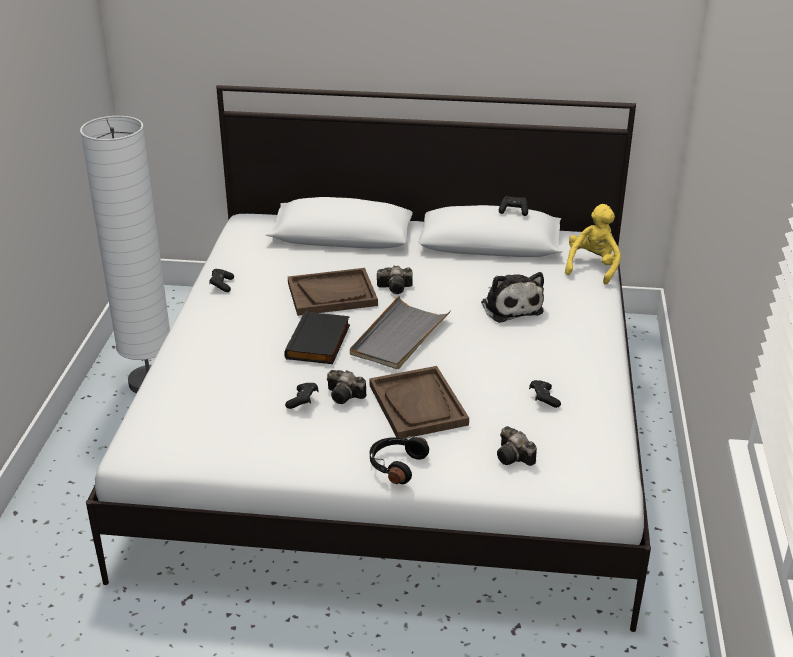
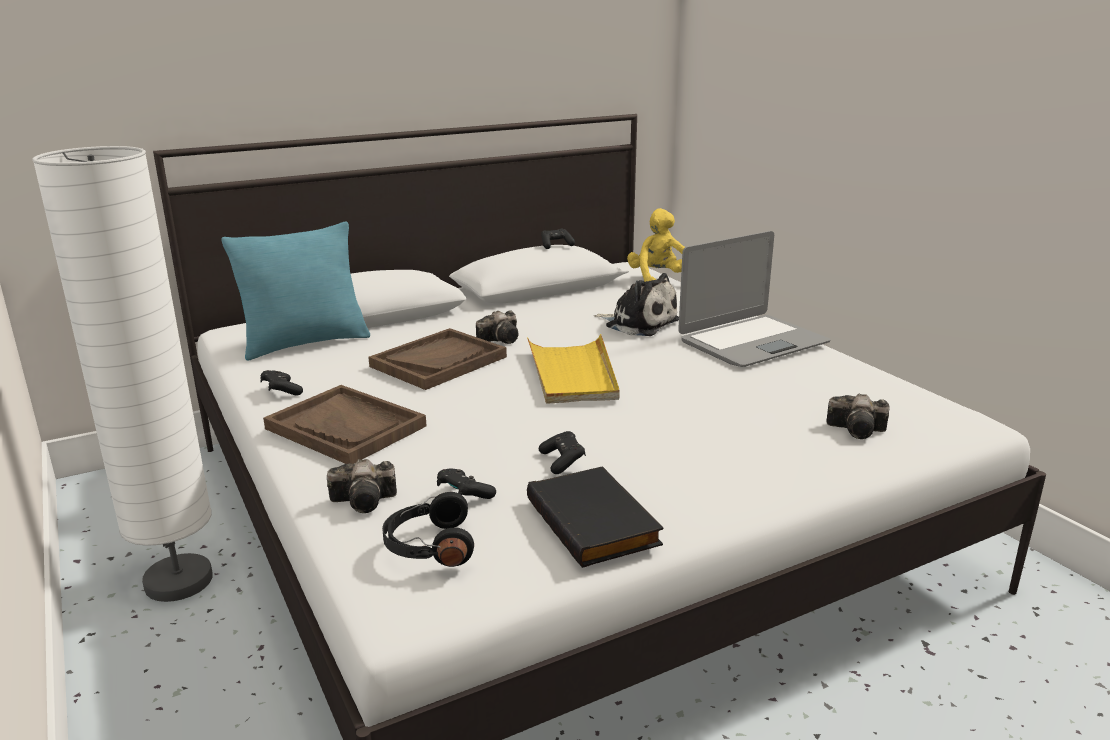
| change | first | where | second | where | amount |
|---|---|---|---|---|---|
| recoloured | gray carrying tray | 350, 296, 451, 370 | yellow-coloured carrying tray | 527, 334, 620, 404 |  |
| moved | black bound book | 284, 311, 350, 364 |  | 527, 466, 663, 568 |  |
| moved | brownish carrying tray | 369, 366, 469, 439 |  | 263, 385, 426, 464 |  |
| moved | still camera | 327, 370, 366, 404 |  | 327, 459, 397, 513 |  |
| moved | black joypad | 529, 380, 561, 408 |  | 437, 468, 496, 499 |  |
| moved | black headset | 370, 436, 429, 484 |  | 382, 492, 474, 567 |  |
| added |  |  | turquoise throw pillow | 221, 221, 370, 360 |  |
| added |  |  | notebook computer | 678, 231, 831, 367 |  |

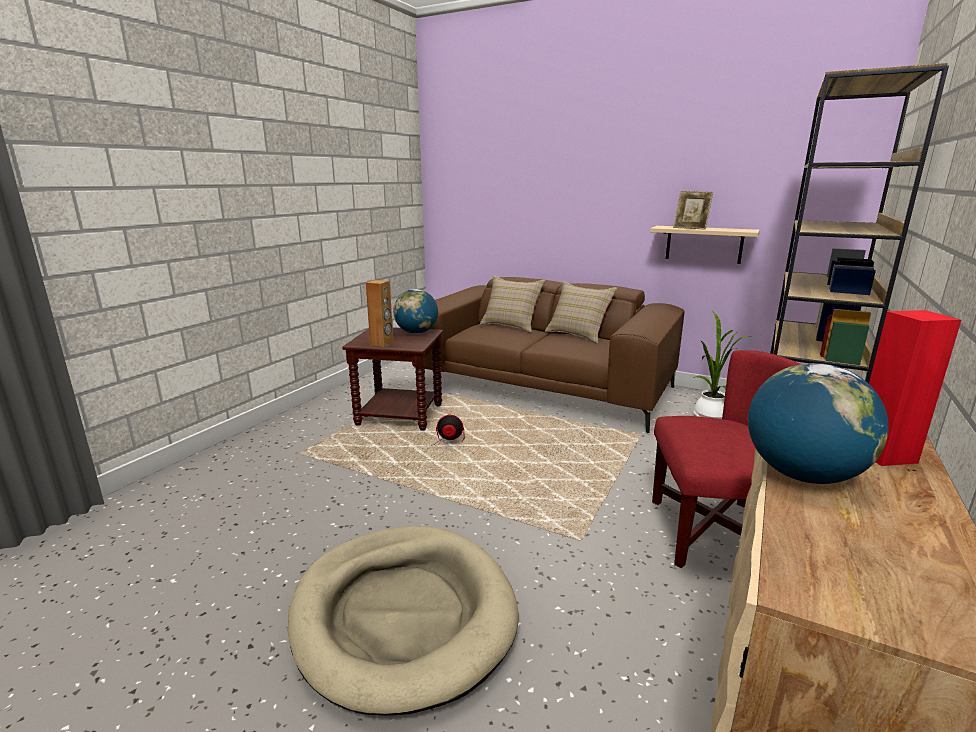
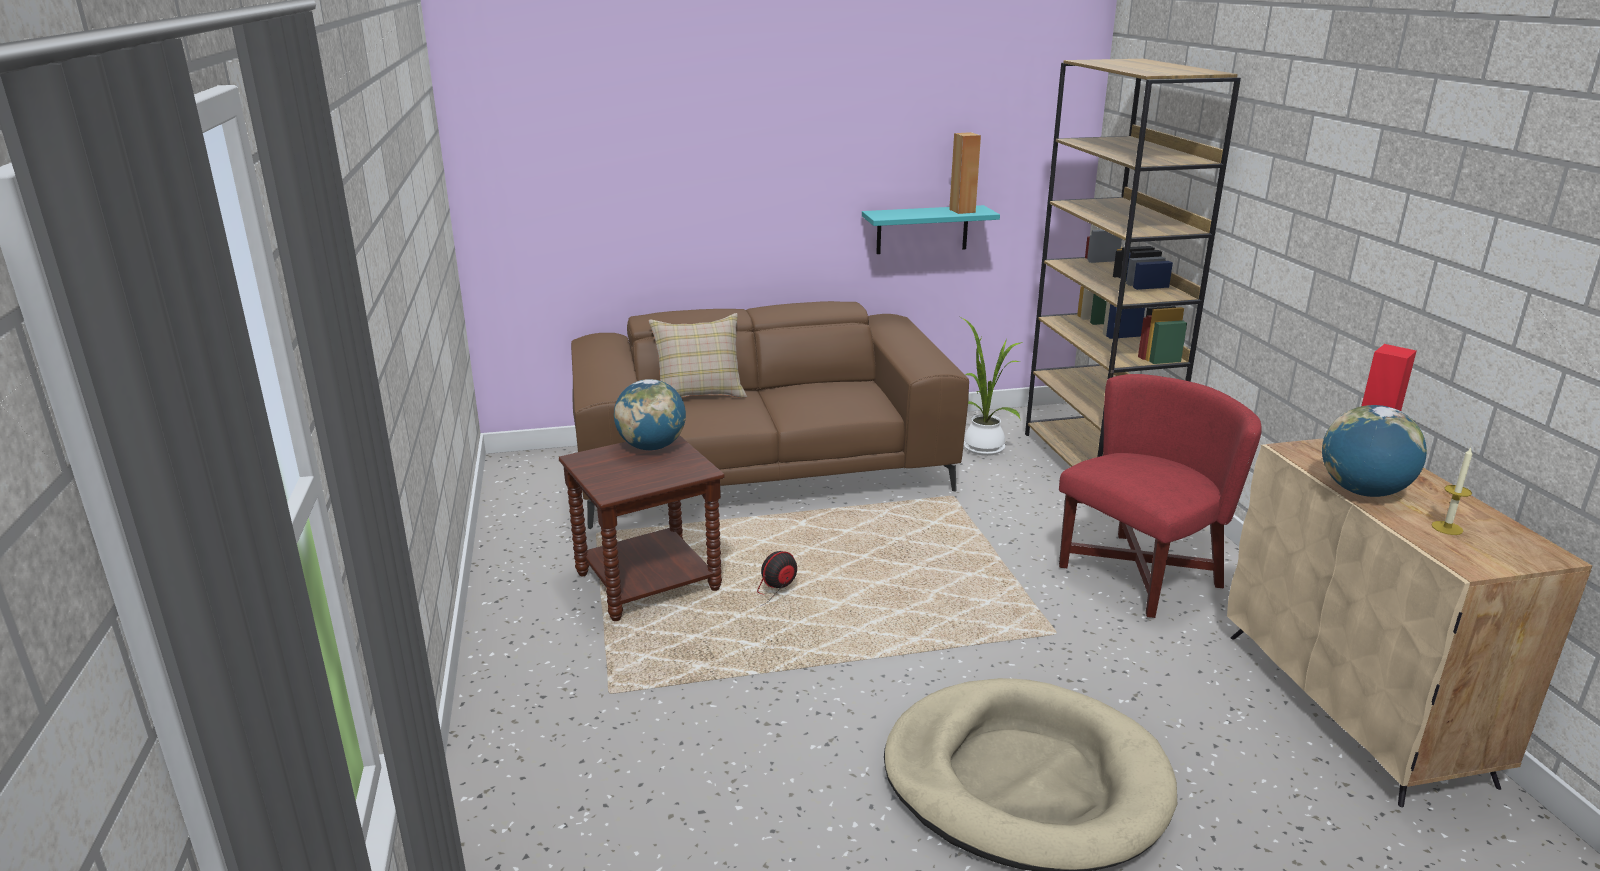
| change | first | where | second | where | amount |
|---|---|---|---|---|---|
| removed | standing frame | 673, 191, 713, 230 |  |  |  |
| recoloured | beige-coloured bracket shelf | 650, 226, 760, 264 | turquoise bracket shelf | 862, 205, 1000, 254 |  |
| moved | brownish speaker | 366, 280, 393, 347 |  | 949, 132, 981, 214 |  |
| removed | beige-coloured throw pillow | 545, 281, 617, 344 |  |  |  |
| added |  |  | wax light | 1431, 448, 1472, 535 |  |

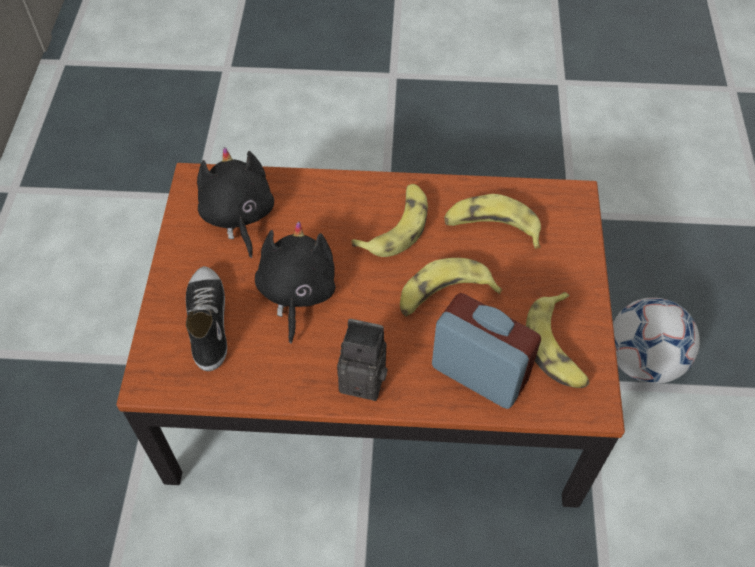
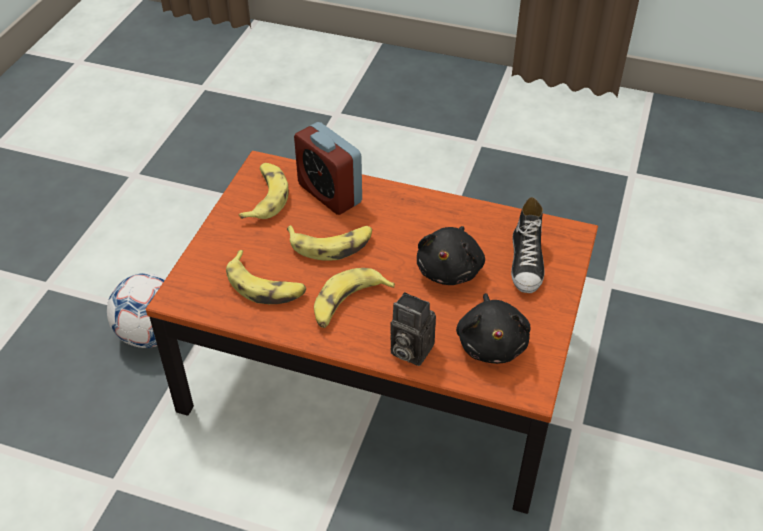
| change | first | where | second | where | amount |
|---|---|---|---|---|---|
| moved | still camera | 337, 319, 387, 401 |  | 390, 292, 436, 366 |  |

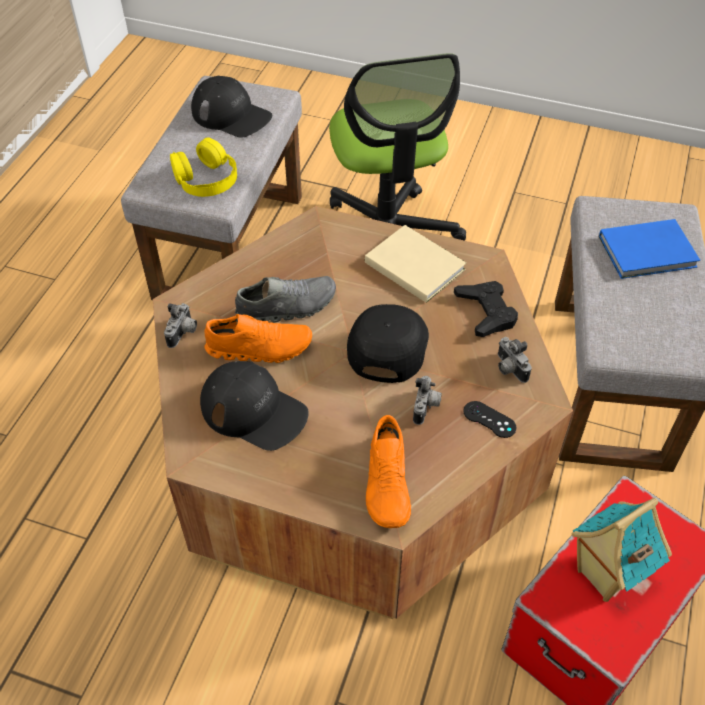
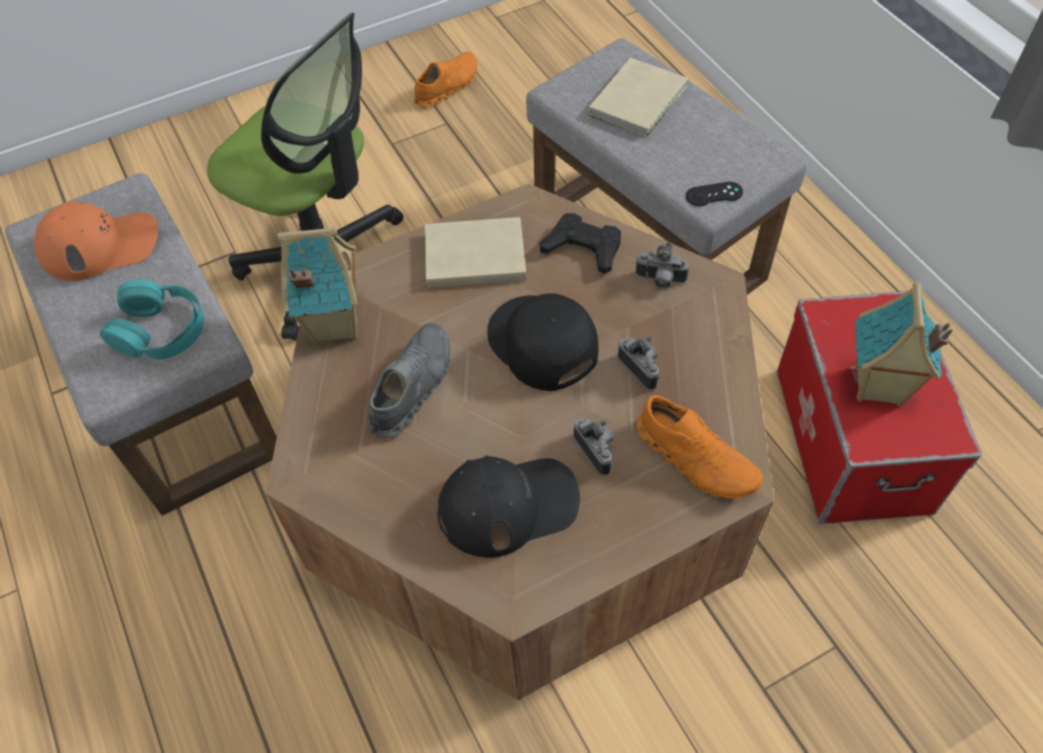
| change | first | where | second | where | amount |
|---|---|---|---|---|---|
| recoloured | black baseball cap | 191, 76, 272, 137 | orange baseball cap | 34, 201, 158, 281 |  |
| recoloured | yellow-coloured headset | 170, 137, 237, 197 | turquoise headset | 100, 279, 204, 359 |  |
| recoloured | blue-coloured bound book | 599, 219, 700, 279 | beige-coloured bound book | 589, 58, 688, 138 |  |
| moved | still camera | 164, 303, 197, 348 |  | 573, 418, 614, 476 |  |
| moved | orange shoe | 204, 314, 312, 363 |  | 414, 52, 477, 107 |  |
| moved | black joypad | 463, 401, 517, 438 |  | 686, 182, 743, 206 |  |
| added |  |  | model house | 277, 228, 359, 343 |  |

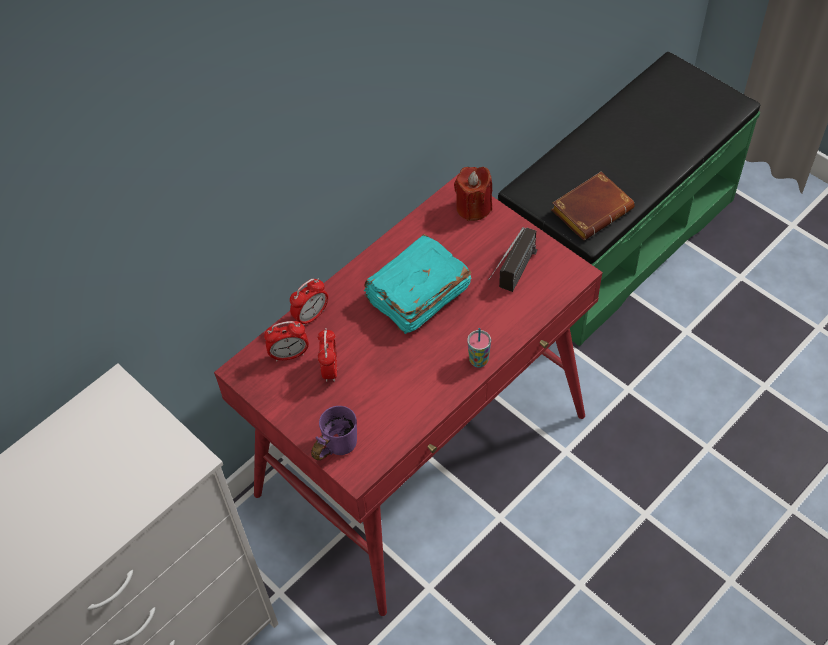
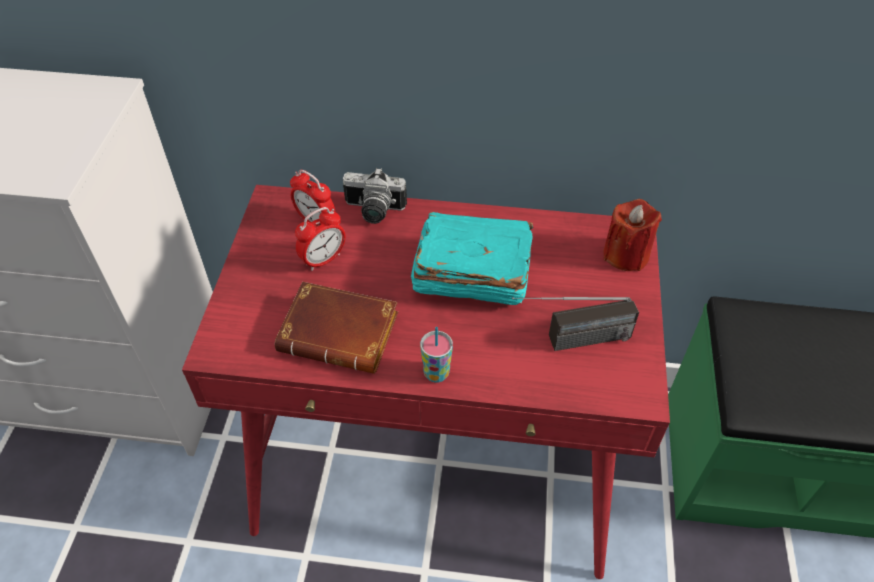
| change | first | where | second | where | amount |
|---|---|---|---|---|---|
| moved | brownish bound book | 551, 172, 634, 240 |  | 275, 282, 398, 374 |  |
| replaced | alarm clock | 290, 278, 328, 326 | still camera | 343, 168, 407, 224 |  |
| removed | purple tea mug | 311, 406, 357, 460 |  |  |  |

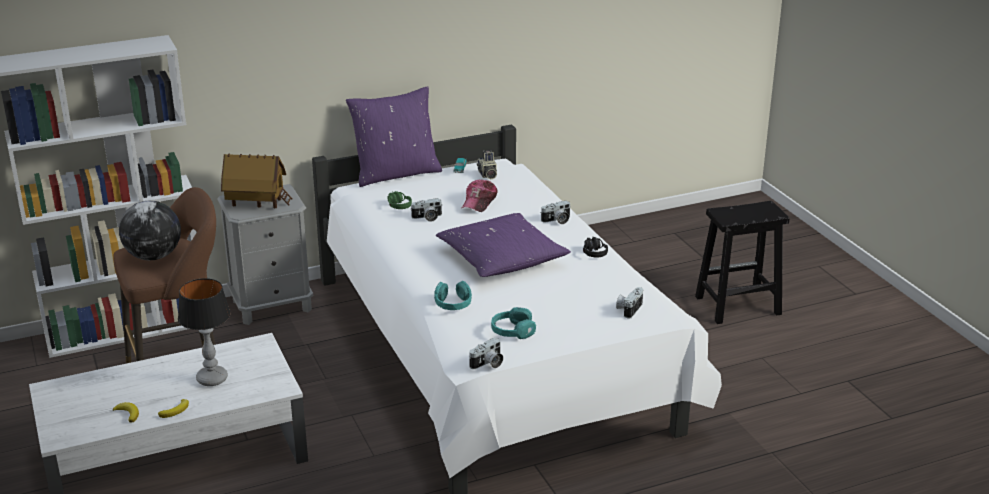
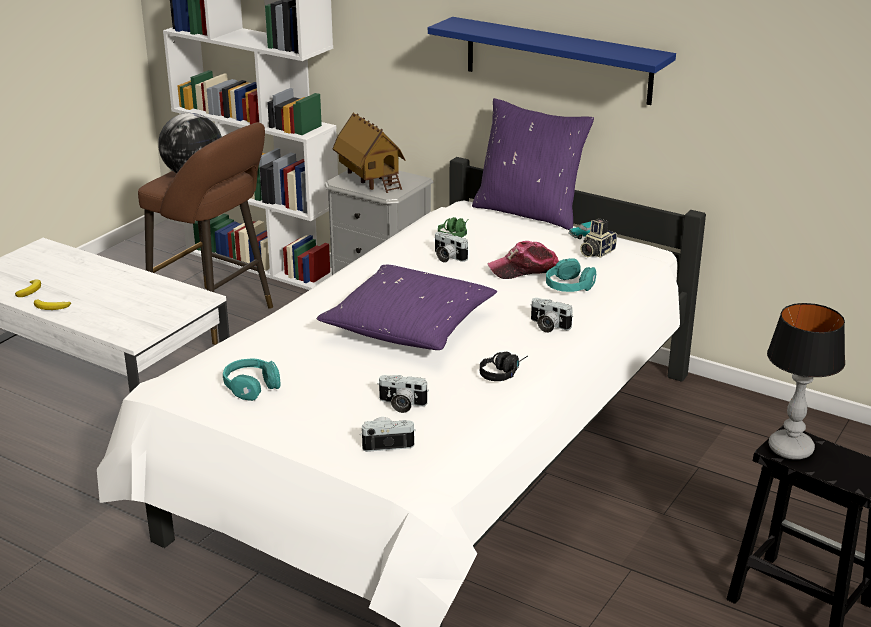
| change | first | where | second | where | amount |
|---|---|---|---|---|---|
| moved | table lamp | 178, 278, 231, 386 |  | 767, 303, 845, 460 |  |
| moved | turquoise headset | 434, 281, 472, 310 |  | 546, 258, 596, 292 |  |
| moved | still camera | 469, 338, 503, 369 |  | 378, 375, 429, 413 |  |
| added |  |  | blue-coloured bracket shelf | 428, 17, 676, 105 |  |

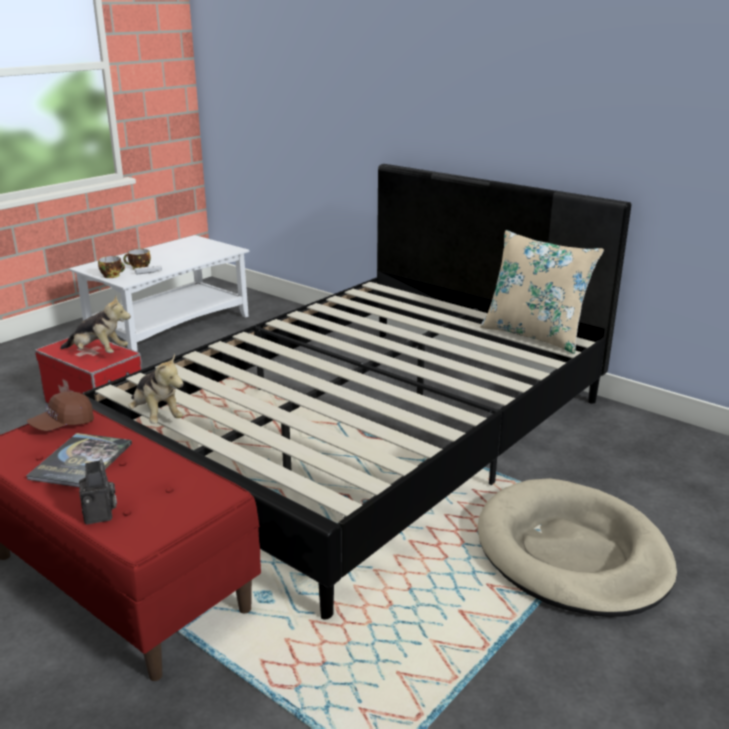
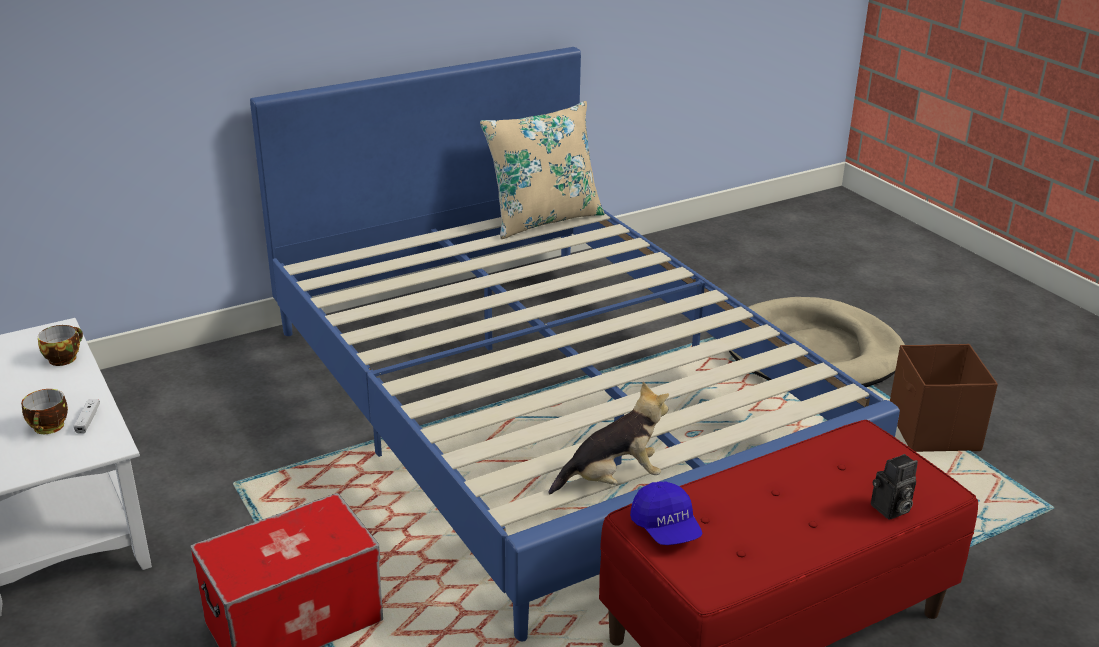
| change | first | where | second | where | amount |
|---|---|---|---|---|---|
| recoloured | black bedroom bed | 83, 164, 632, 620 | blue-coloured bedroom bed | 250, 47, 900, 641 |  |
| moved | cup | 98, 256, 125, 278 |  | 38, 325, 83, 366 |  |
| removed | cuddly toy | 60, 296, 131, 353 |  |  |  |
| recoloured | brownish baseball cap | 27, 392, 94, 431 | blue-coloured baseball cap | 630, 482, 702, 545 |  |
| removed | bound book | 26, 433, 132, 487 |  |  |  |
| turned | still camera | 79, 459, 117, 524 |  | 871, 454, 918, 519 | 150 degrees clockwise |
| added |  |  | brownish storage bin | 890, 344, 998, 452 |  |

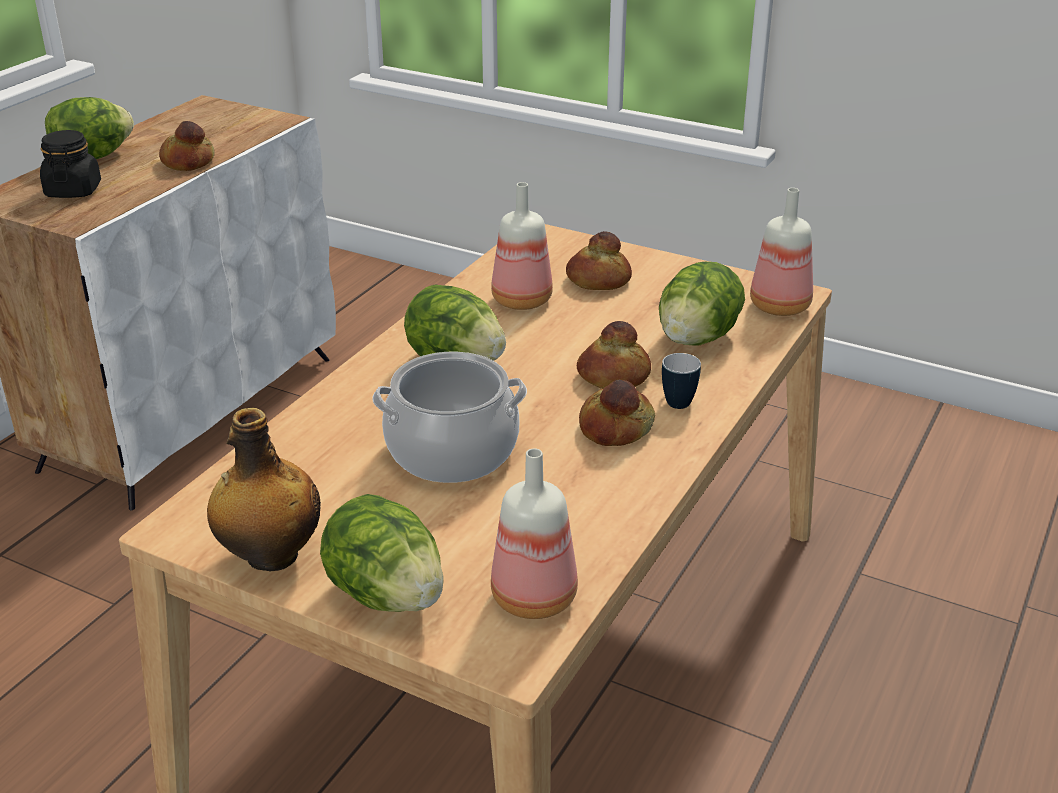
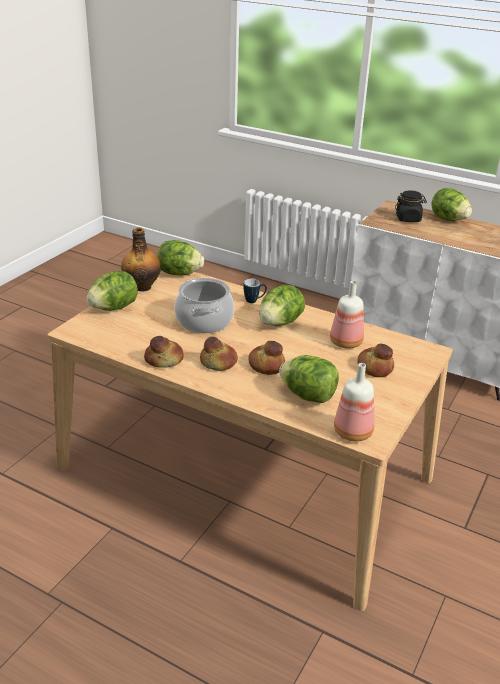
| change | first | where | second | where | amount |
|---|---|---|---|---|---|
| moved | bakery bread | 159, 121, 215, 171 |  | 144, 336, 184, 368 |  |
| moved | tea mug | 662, 353, 701, 409 |  | 243, 279, 267, 303 |  |
| removed | bottle | 491, 448, 578, 619 |  |  |  |
| added |  |  | lettuce | 157, 240, 204, 275 |  |

